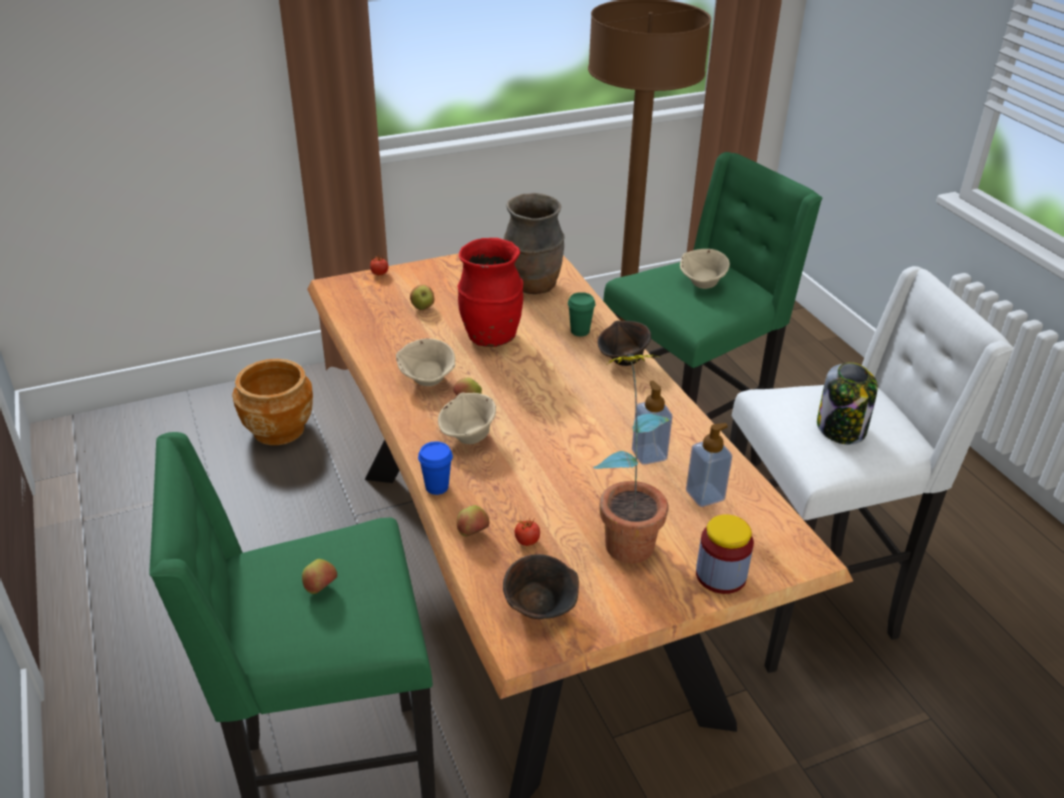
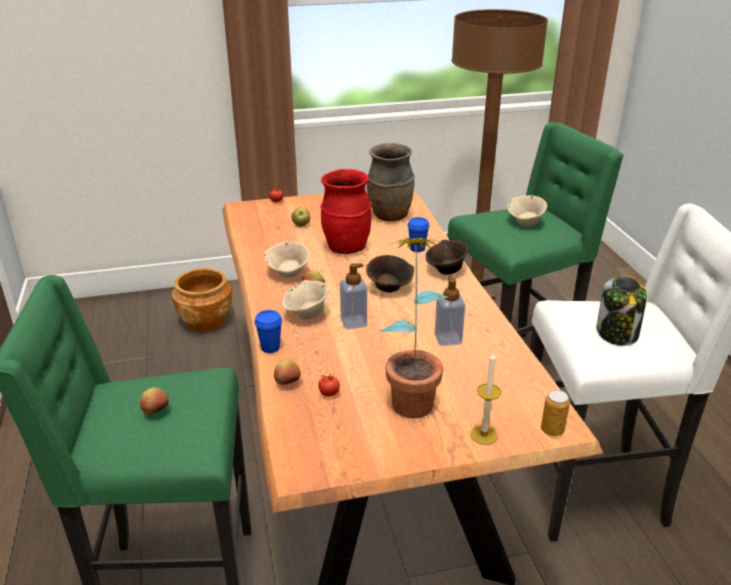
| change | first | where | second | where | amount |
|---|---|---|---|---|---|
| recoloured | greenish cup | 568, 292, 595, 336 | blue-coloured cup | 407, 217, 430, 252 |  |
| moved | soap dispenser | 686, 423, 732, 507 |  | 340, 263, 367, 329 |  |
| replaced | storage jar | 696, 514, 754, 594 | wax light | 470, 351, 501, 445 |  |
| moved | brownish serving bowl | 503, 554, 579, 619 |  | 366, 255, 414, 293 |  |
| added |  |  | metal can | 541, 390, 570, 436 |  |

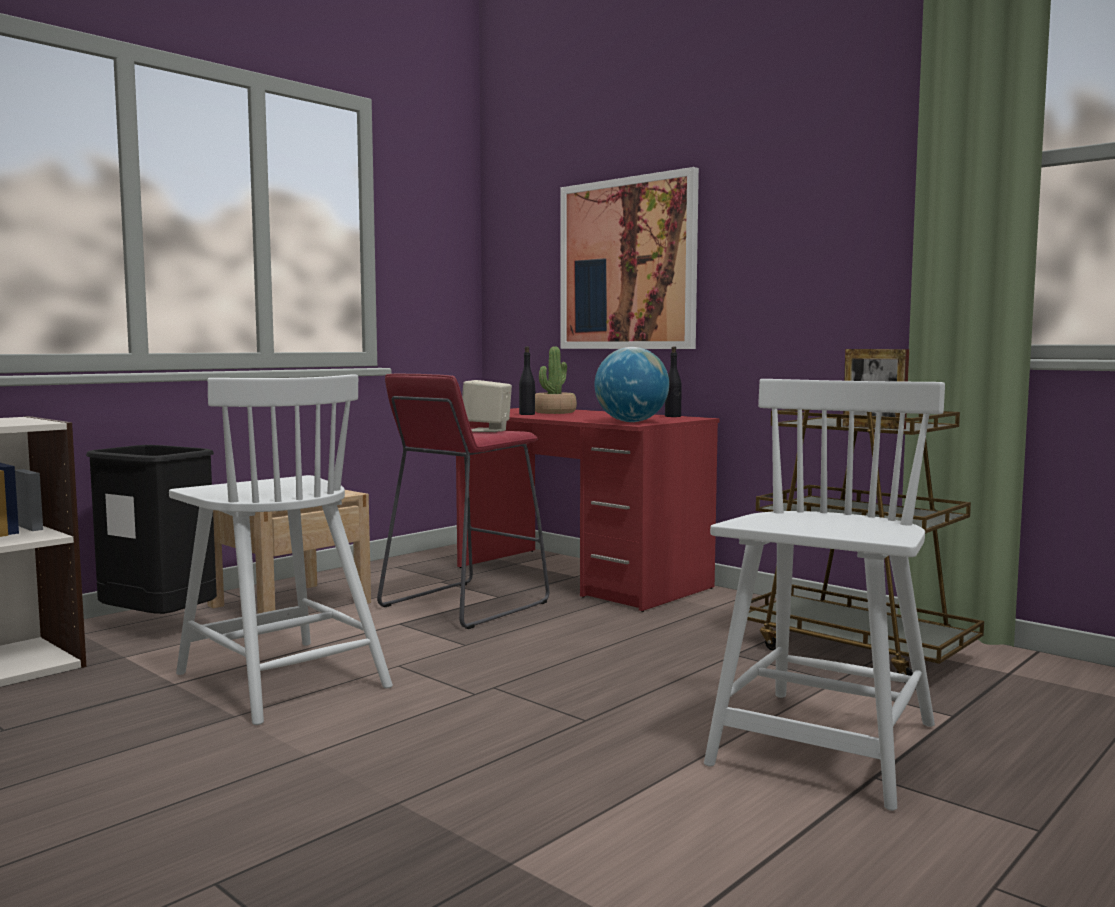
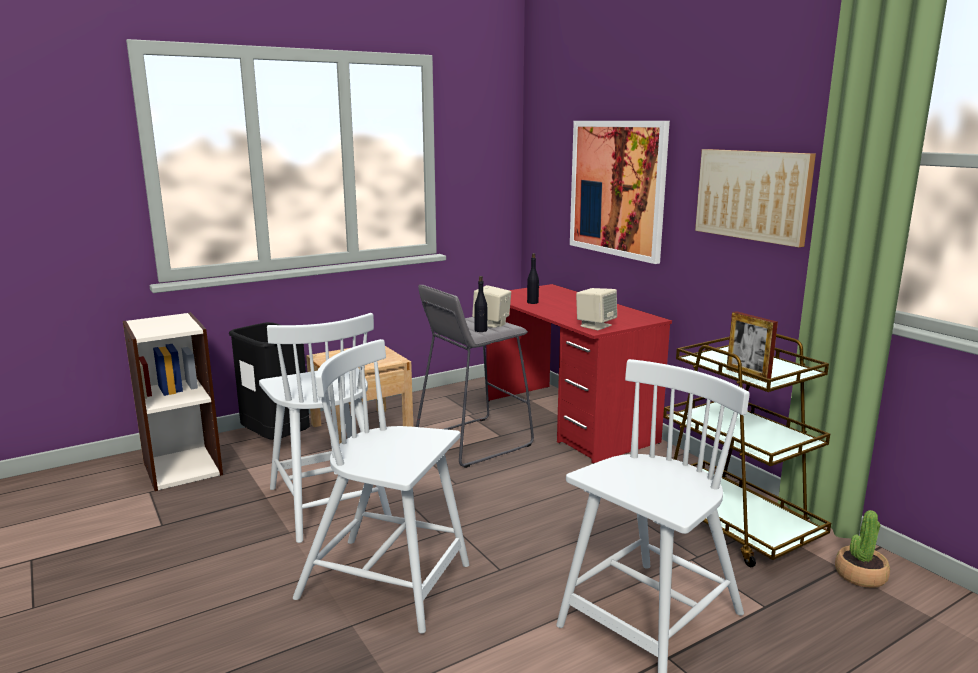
| change | first | where | second | where | amount |
|---|---|---|---|---|---|
| moved | plant in a pot | 535, 347, 577, 414 |  | 835, 510, 890, 588 |  |
| replaced | desk globe | 595, 347, 669, 422 | beige-coloured speaker | 576, 288, 617, 330 |  |
| moved | black bottle | 665, 347, 682, 417 |  | 474, 276, 487, 332 |  |
| recoloured | reddish stool | 377, 373, 549, 629 | gray stool | 416, 285, 534, 468 |  |
| added |  |  | wall picture | 695, 149, 816, 247 |  |
| added |  |  | white-coloured plain chair | 293, 339, 469, 634 |  |

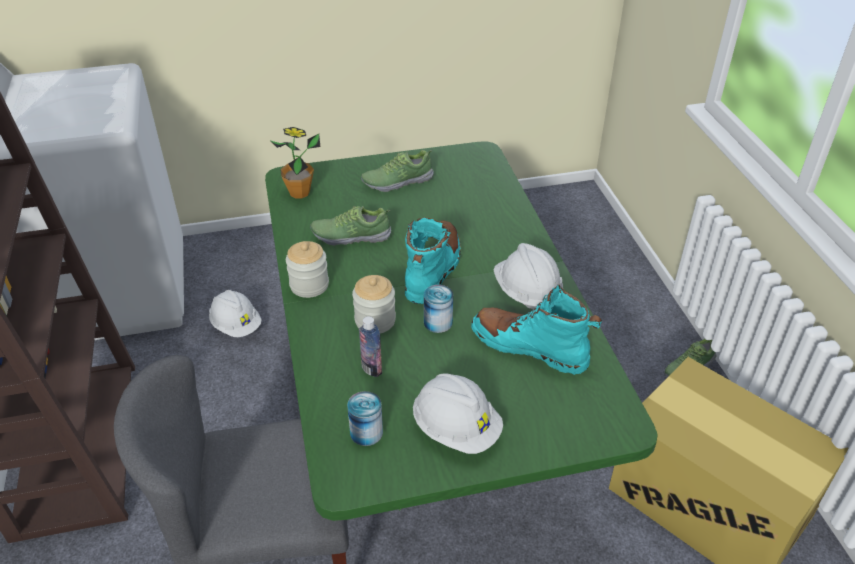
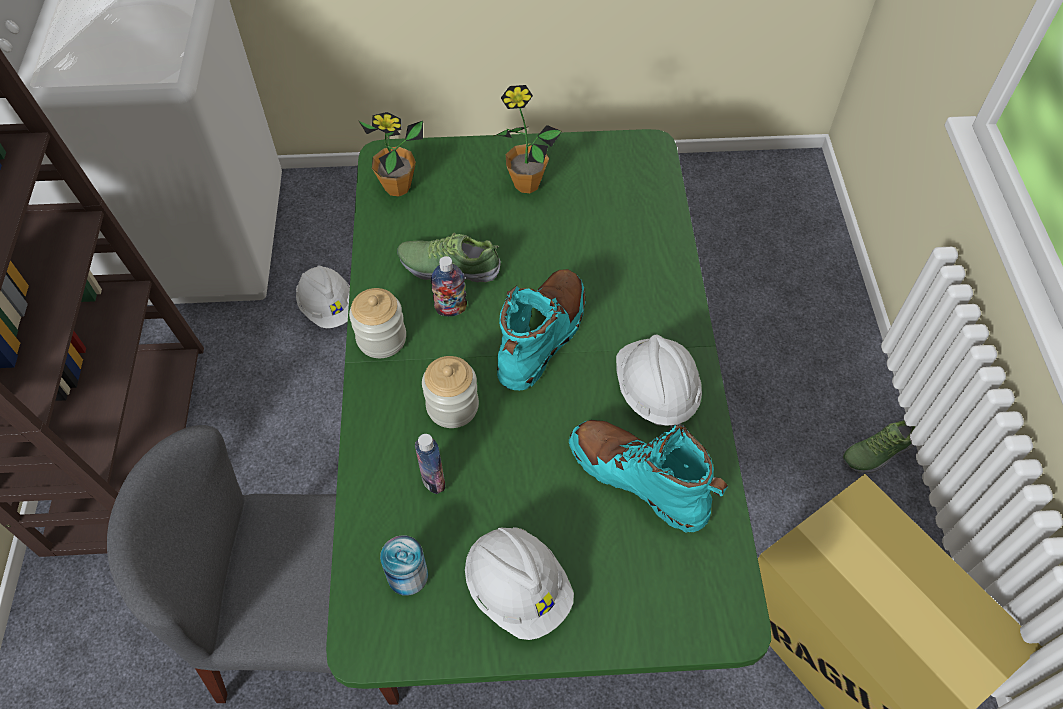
| change | first | where | second | where | amount |
|---|---|---|---|---|---|
| replaced | shoe | 361, 150, 434, 192 | plant in a pot | 494, 85, 562, 193 |  |
| removed | metal can | 424, 285, 453, 333 |  |  |  |
| added |  |  | bottle | 431, 256, 467, 316 |  |

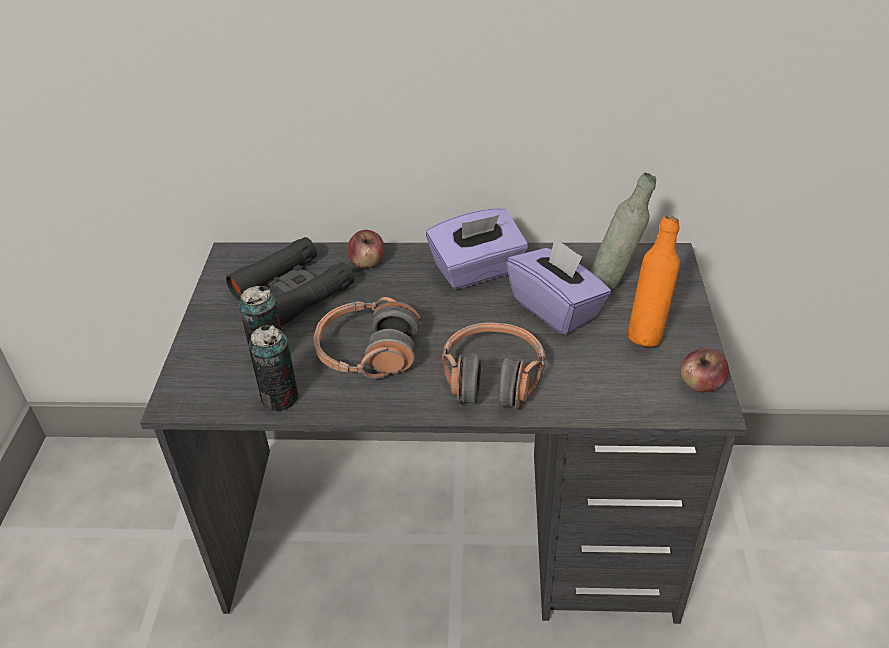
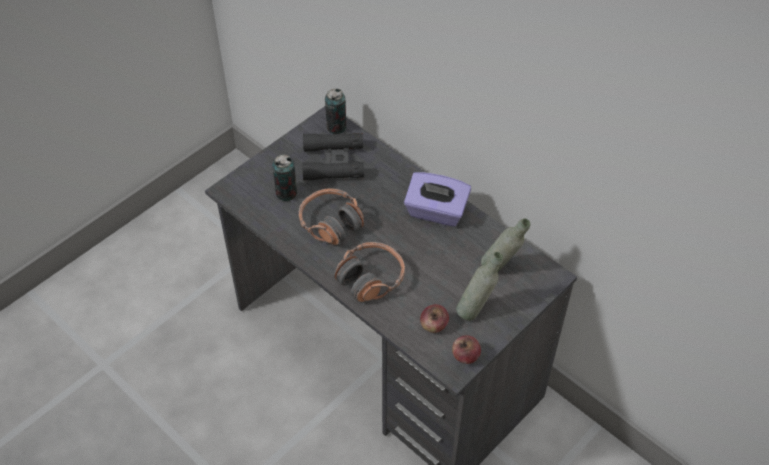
| change | first | where | second | where | amount |
|---|---|---|---|---|---|
| recoloured | orange bottle | 628, 216, 680, 347 | gray bottle | 456, 252, 503, 321 |  |
| moved | apple | 348, 230, 384, 268 |  | 420, 304, 449, 333 |  |
| removed | purple box of tissues | 506, 237, 611, 335 |  |  |  |
| moved | metal can | 249, 325, 299, 411 |  | 325, 89, 346, 134 |  |

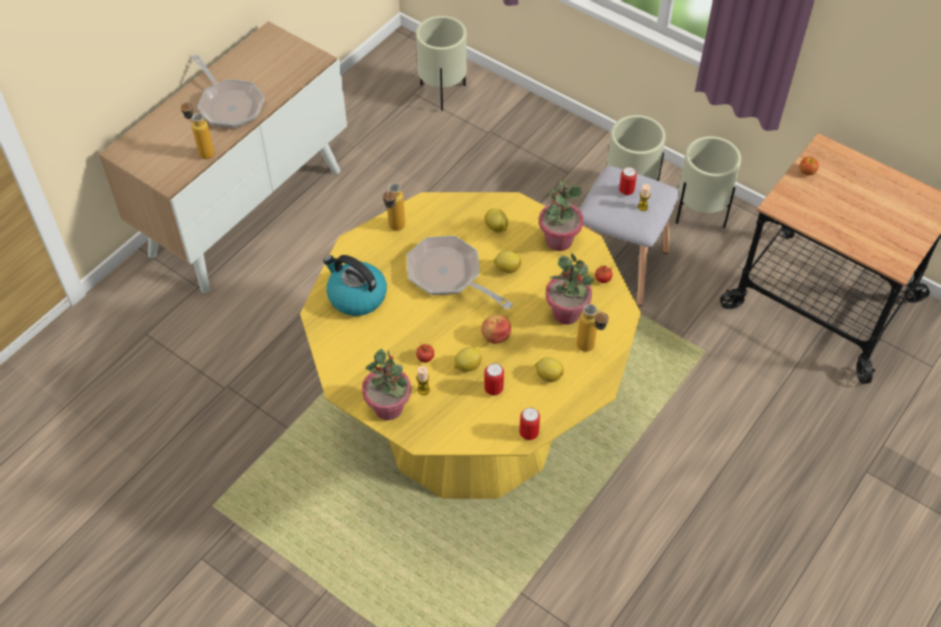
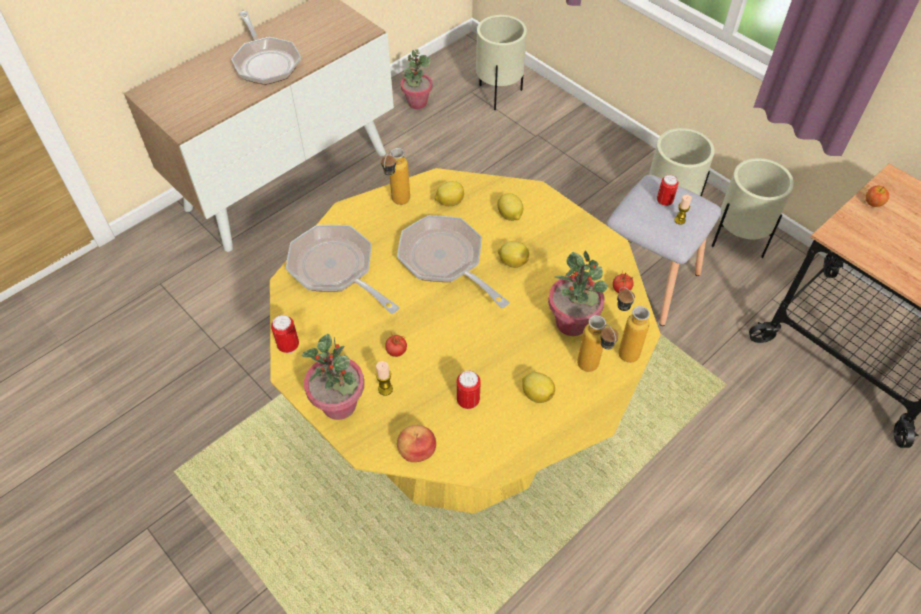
| change | first | where | second | where | amount |
|---|---|---|---|---|---|
| moved | bottle | 181, 101, 214, 159 |  | 617, 287, 650, 363 |  |
| moved | plant in a pot | 539, 178, 583, 251 |  | 401, 49, 433, 109 |  |
| replaced | tea kettle | 323, 255, 387, 316 | frying pan | 286, 225, 400, 314 |  |
| moved | apple | 481, 315, 511, 344 |  | 397, 425, 436, 462 |  |
| moved | lemon | 454, 347, 482, 372 |  | 435, 181, 464, 206 |  |
| moved | metal can | 519, 408, 540, 440 |  | 271, 315, 299, 353 |  |

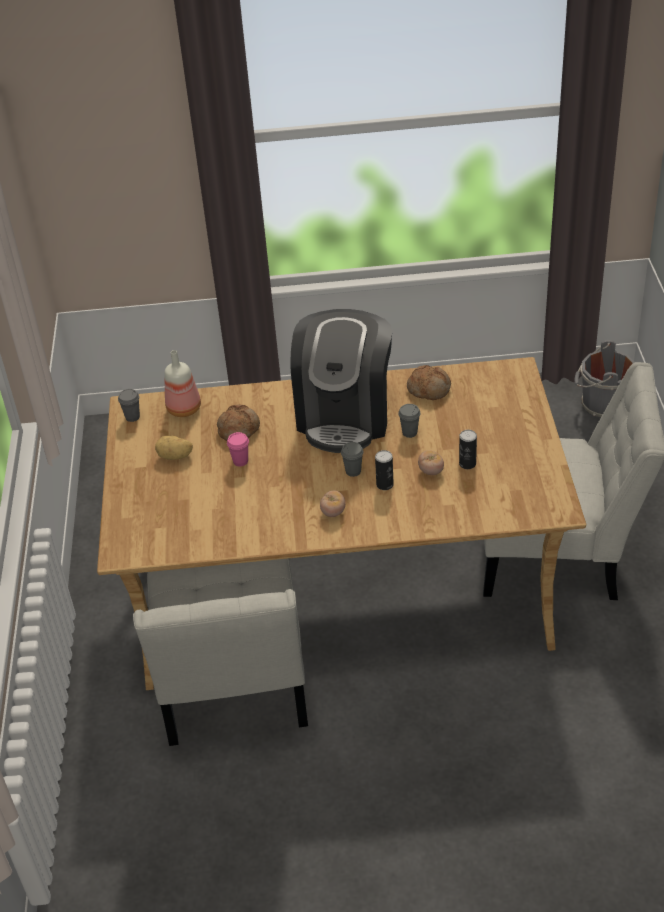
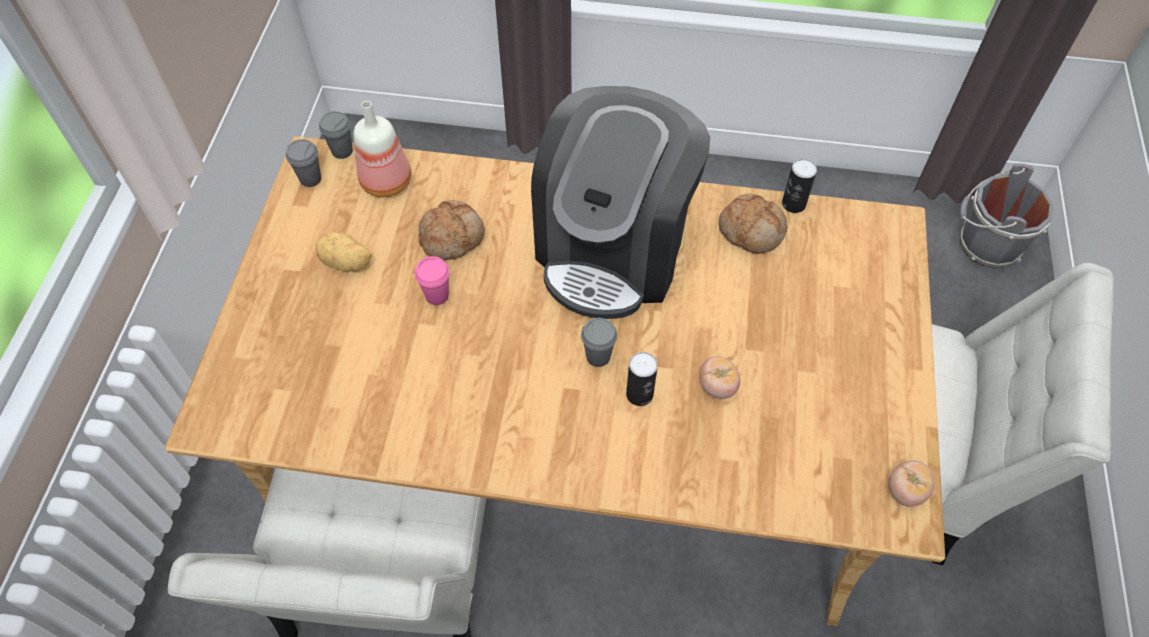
| change | first | where | second | where | amount |
|---|---|---|---|---|---|
| moved | gray cup | 398, 404, 421, 438 |  | 319, 111, 353, 159 |  |
| moved | metal can | 459, 430, 477, 469 |  | 782, 159, 817, 213 |  |
| moved | fresh tomato | 320, 491, 345, 517 |  | 889, 460, 934, 507 |  |

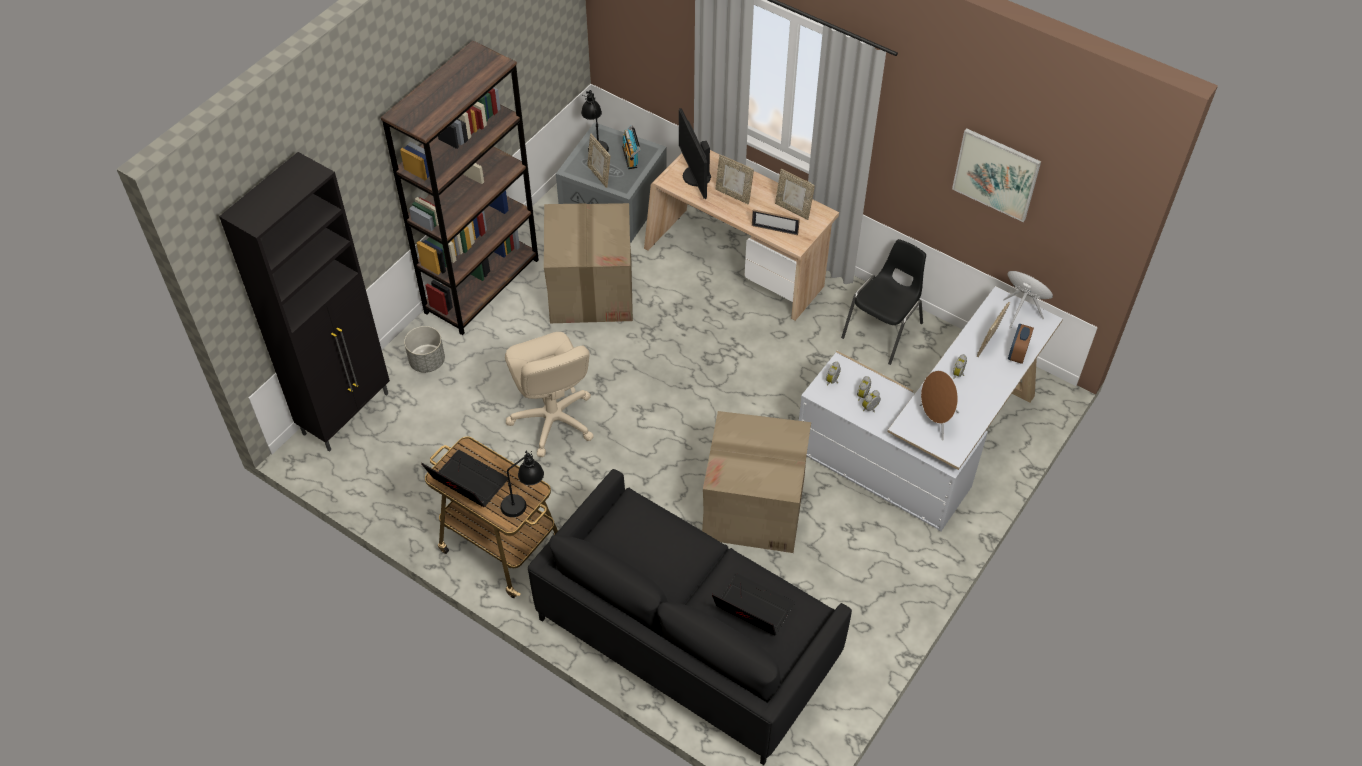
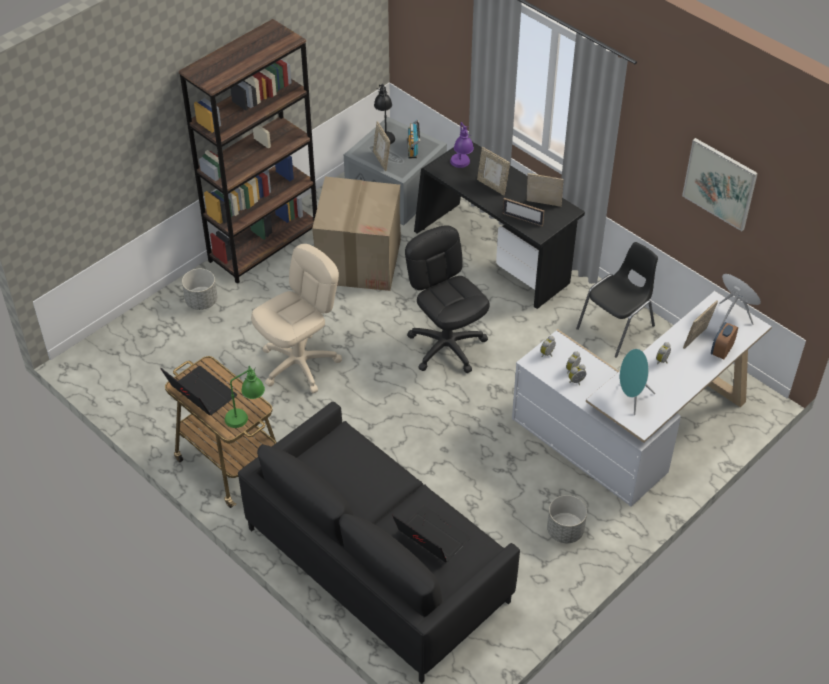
| change | first | where | second | where | amount |
|---|---|---|---|---|---|
| replaced | computer display | 679, 108, 711, 199 | purple table lamp | 450, 122, 474, 168 |  |
| recoloured | beige-coloured desk unit | 644, 150, 839, 321 | black desk unit | 414, 142, 585, 309 |  |
| removed | black storage cabinet | 219, 152, 390, 452 |  |  |  |
| turned | standing frame | 775, 169, 815, 220 |  | 527, 173, 564, 207 | 150 degrees clockwise |
| turned | beige-coloured office chair | 505, 332, 594, 457 |  | 251, 244, 342, 393 | 120 degrees counterclockwise |
| recoloured | brownish speaker | 919, 370, 959, 440 | turquoise speaker | 620, 349, 655, 415 |  |
| removed | carton | 702, 411, 811, 553 |  |  |  |
| recoloured | black table lamp | 500, 450, 544, 517 | greenish table lamp | 225, 366, 265, 428 |  |
| added |  |  | black office chair | 405, 225, 490, 373 |  |
| added |  |  | gray plant pot | 547, 495, 587, 543 |  |

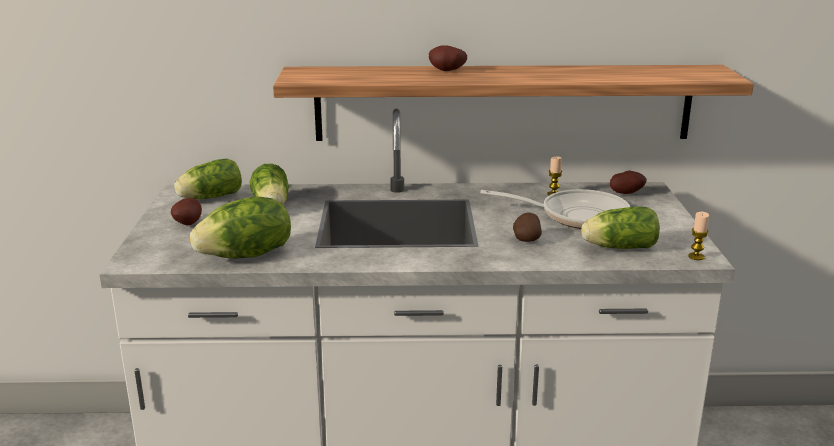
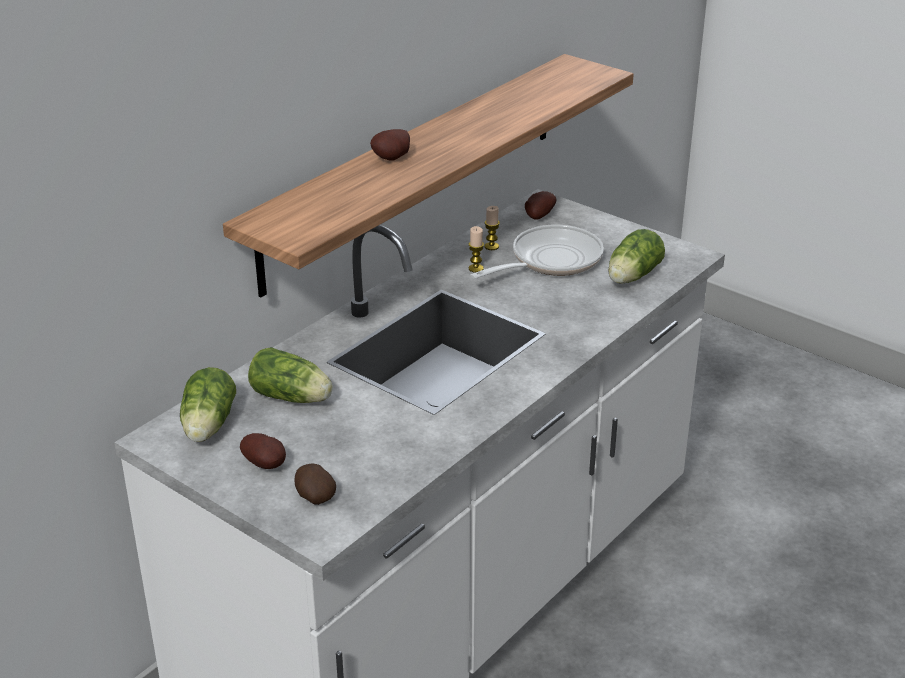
| change | first | where | second | where | amount |
|---|---|---|---|---|---|
| removed | lettuce | 190, 197, 291, 258 |  |  |  |
| moved | spud | 513, 212, 542, 242 |  | 294, 463, 336, 505 |  |
| moved | wax light | 688, 212, 709, 260 |  | 469, 226, 484, 273 |  |

